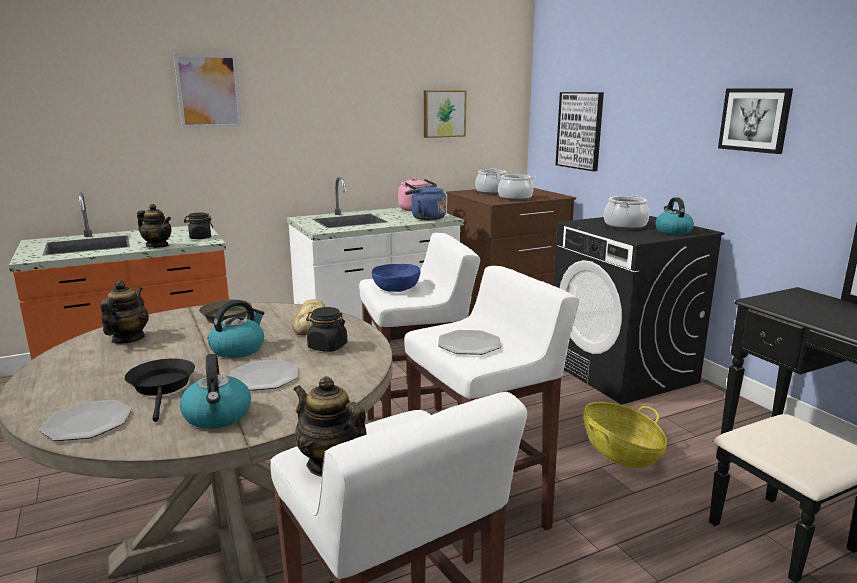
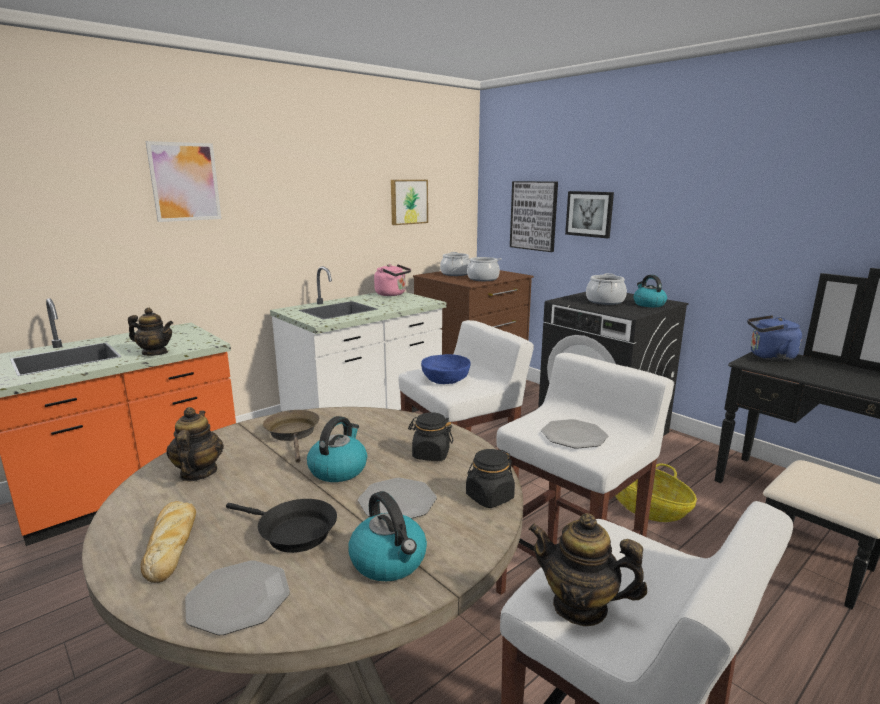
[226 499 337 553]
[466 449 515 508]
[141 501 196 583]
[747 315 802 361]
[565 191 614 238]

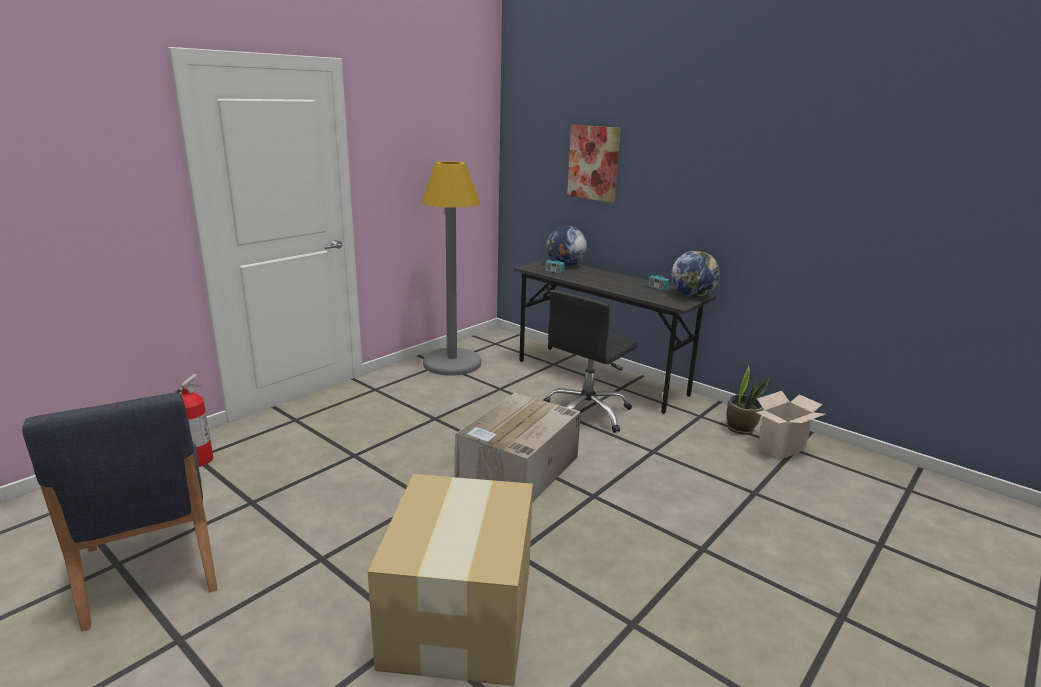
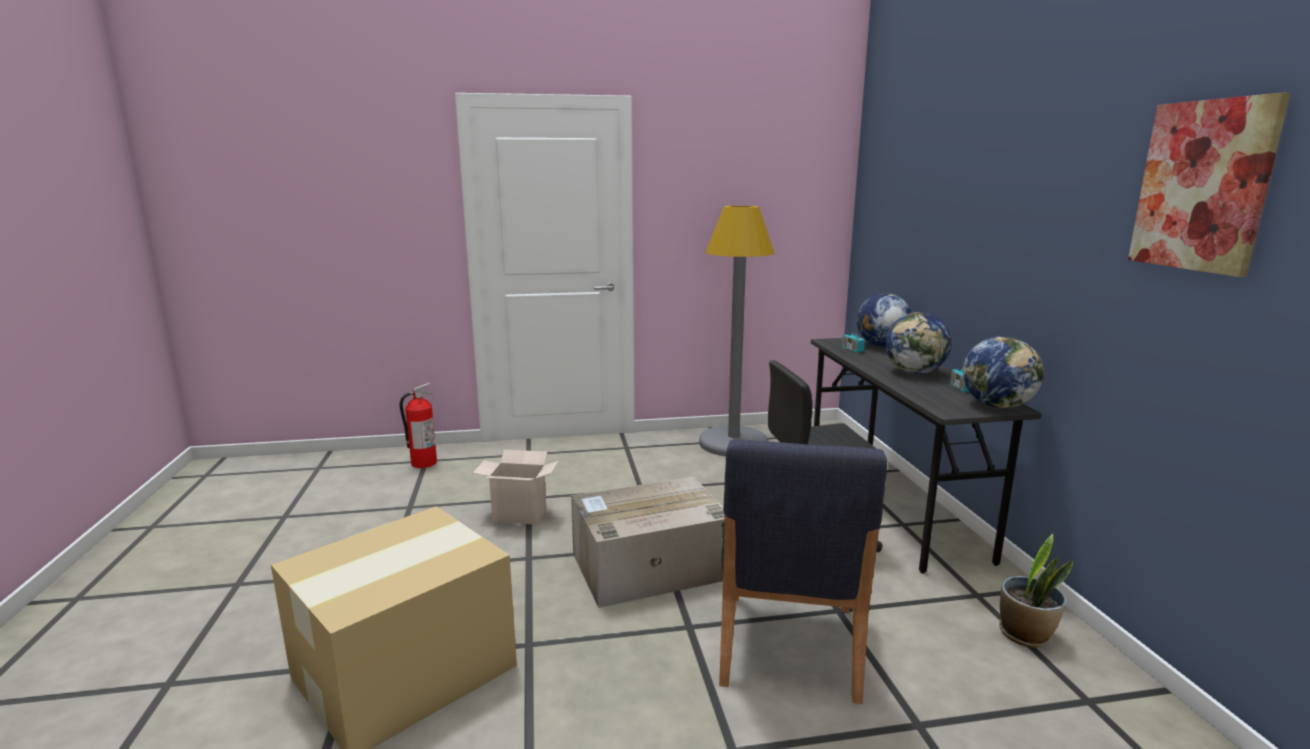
[719 440 887 704]
[1128 93 1290 277]
[473 450 559 525]
[886 312 951 374]

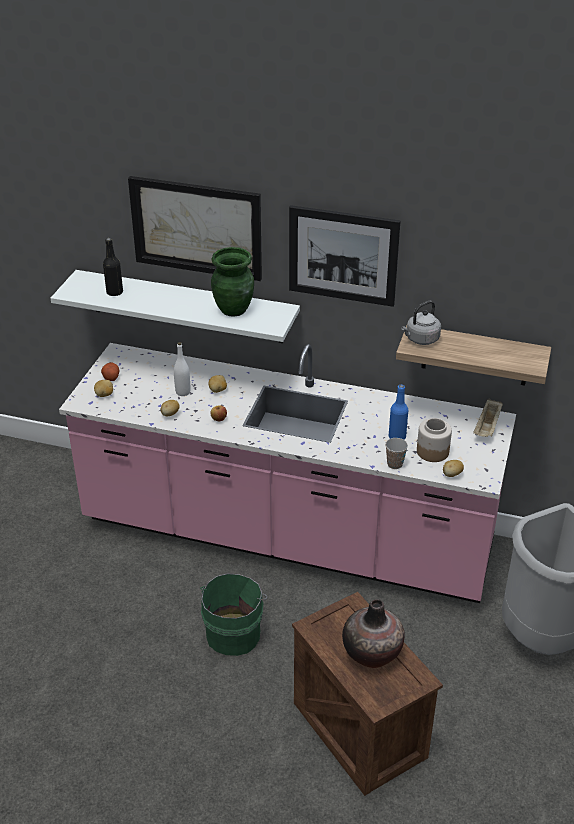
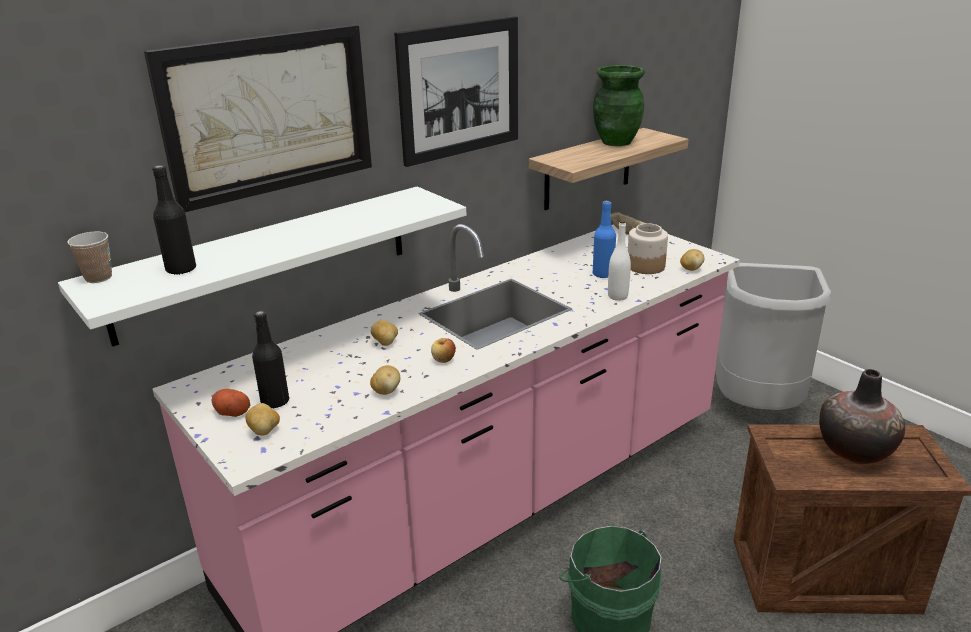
[608 220 631 301]
[593 65 645 146]
[67 232 112 283]
[401 301 441 345] (first image)
[252 311 289 409]

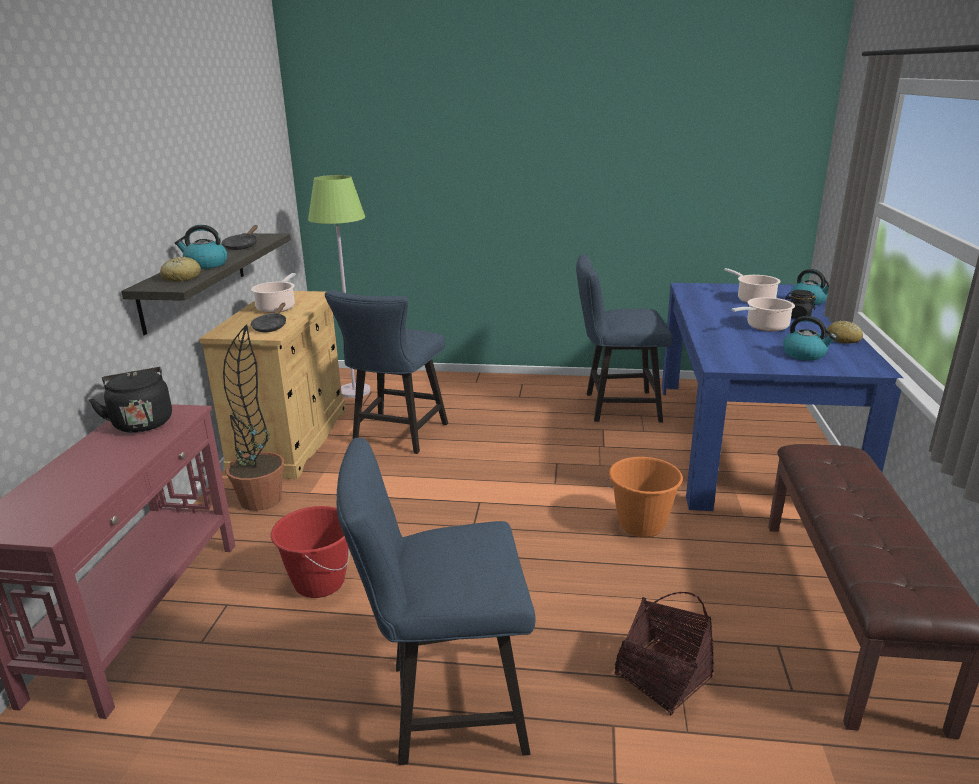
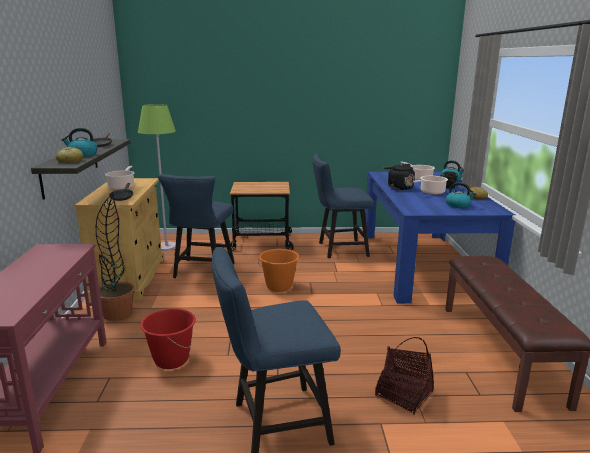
[384 164 415 190]
[258 249 299 292]
[230 182 294 251]

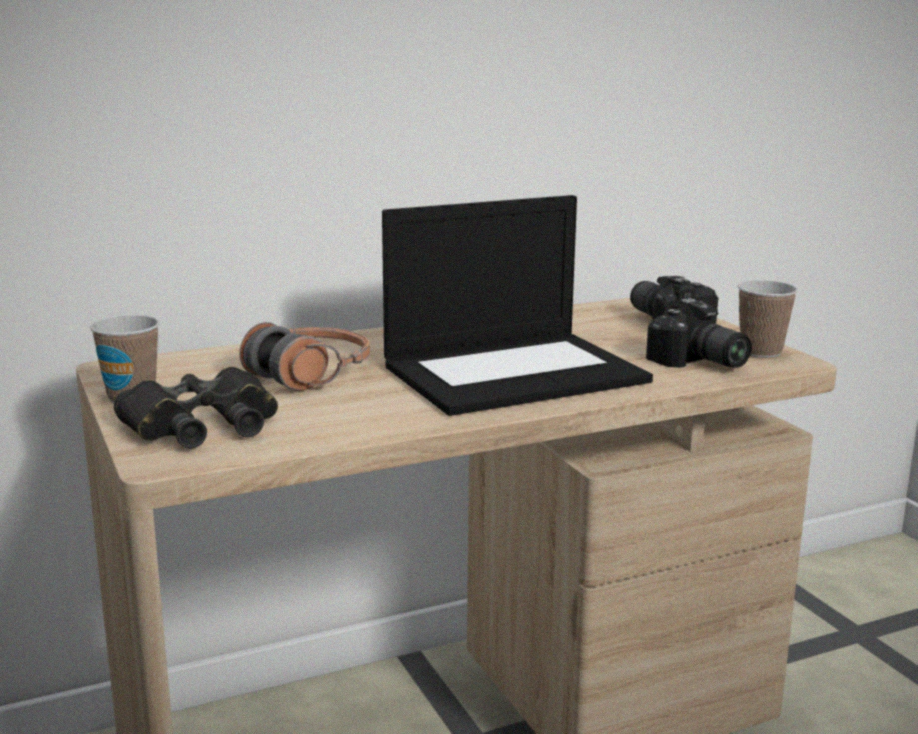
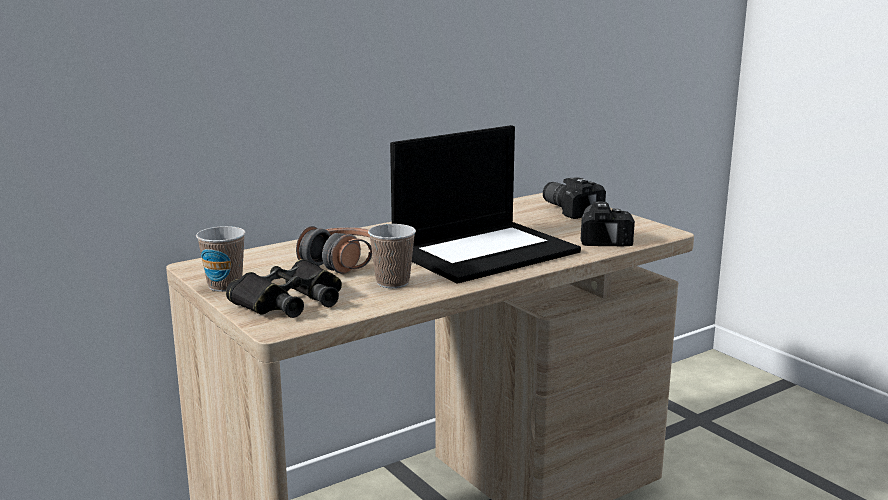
[581 201 635 246]
[368 224 416 288]

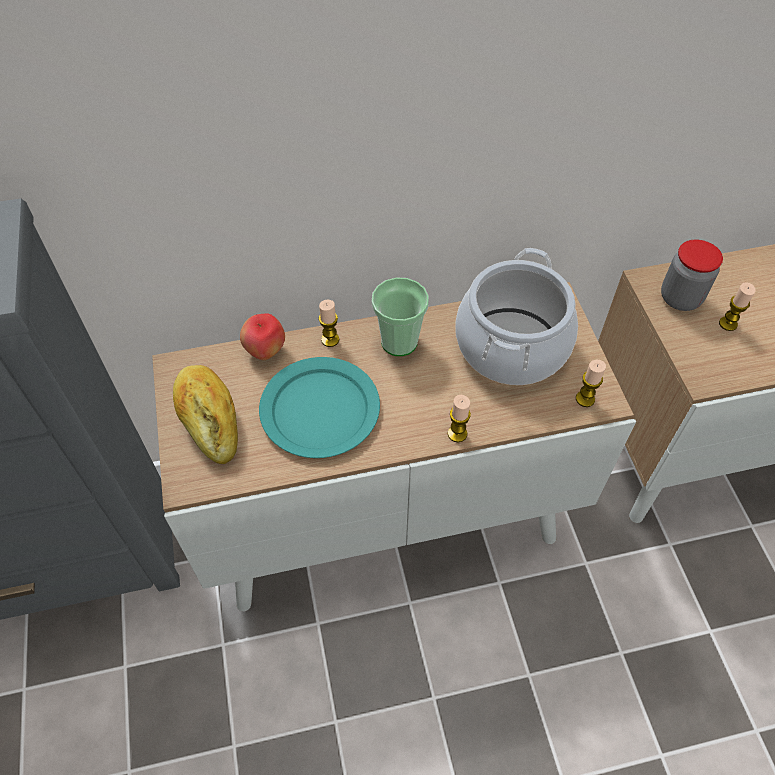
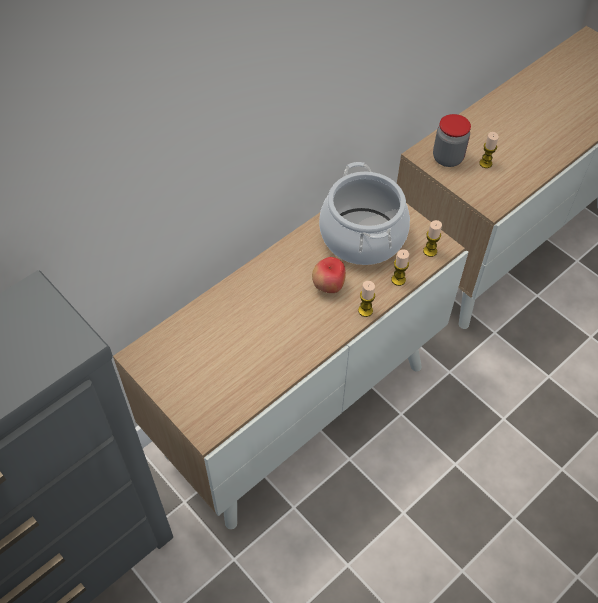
[173 365 238 464] (first image)
[312 257 346 293]
[259 357 380 458] (first image)
[391 249 409 286]
[372 278 429 356] (first image)

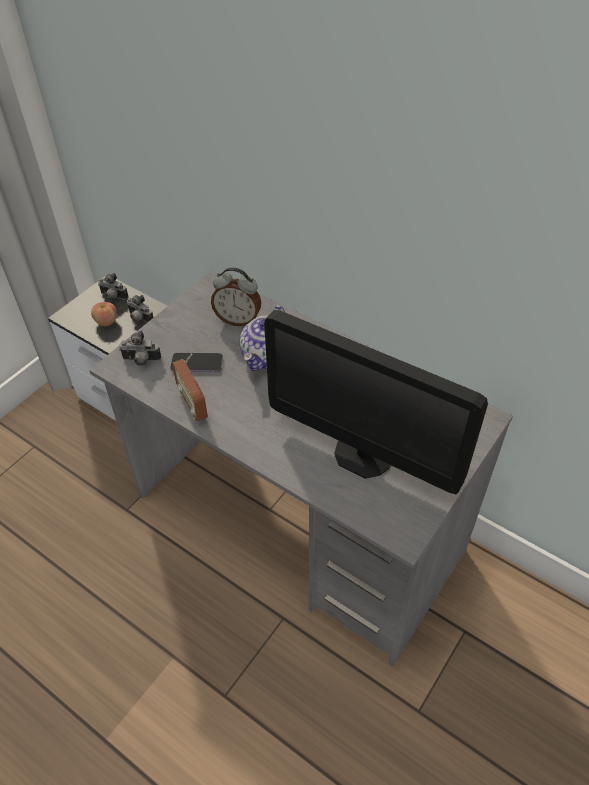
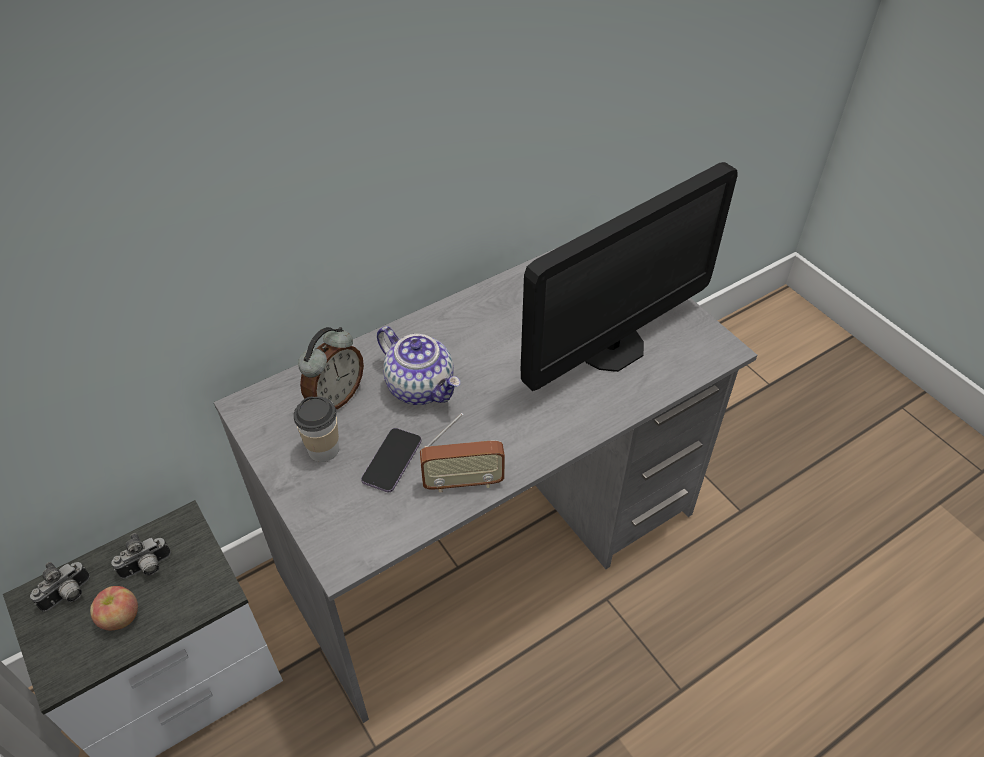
[119 331 161 366] (first image)
[294 397 339 462]

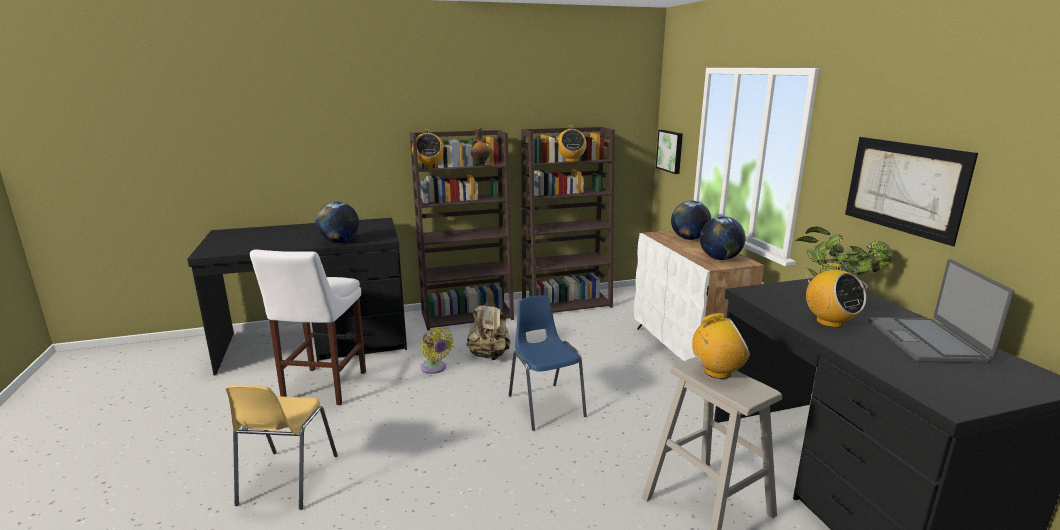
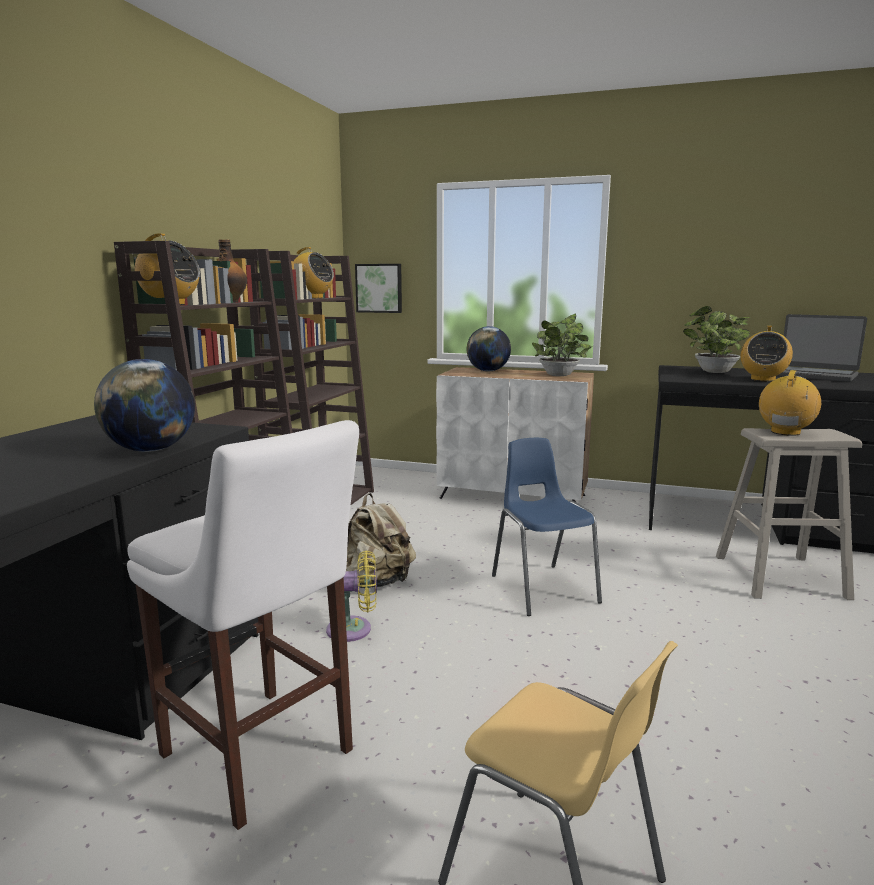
[492 438 602 616]
[532 313 592 376]
[741 326 793 381]
[845 137 978 246] (first image)

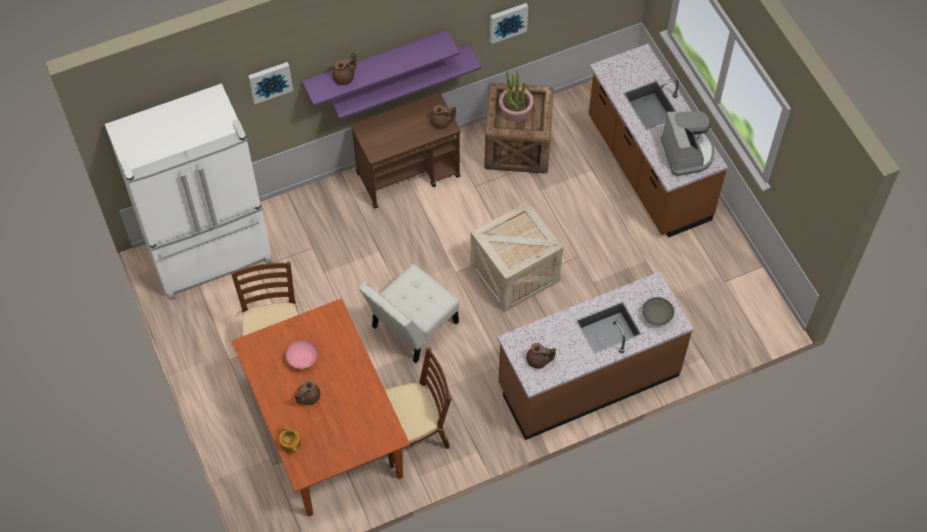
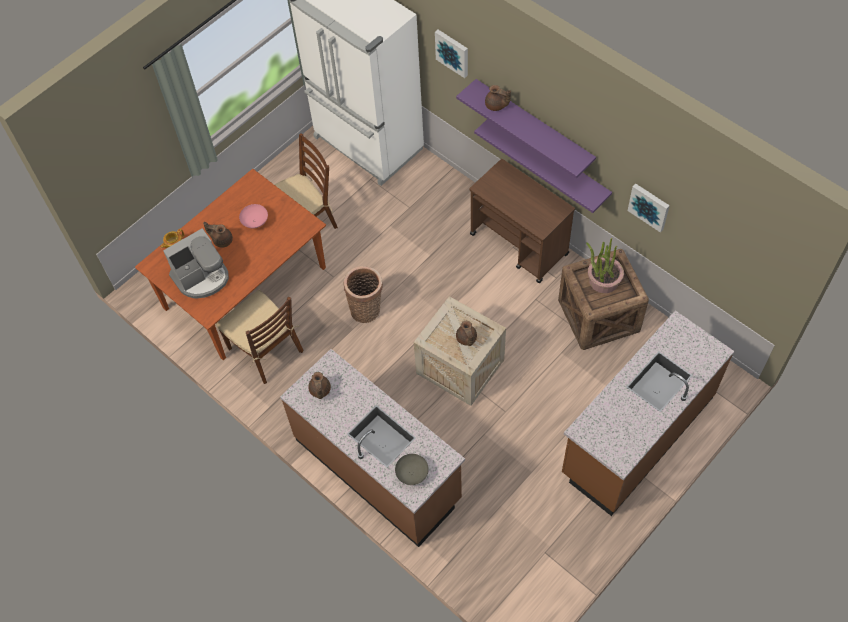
[343 266 383 323]
[456 321 477 346]
[163 228 229 299]

